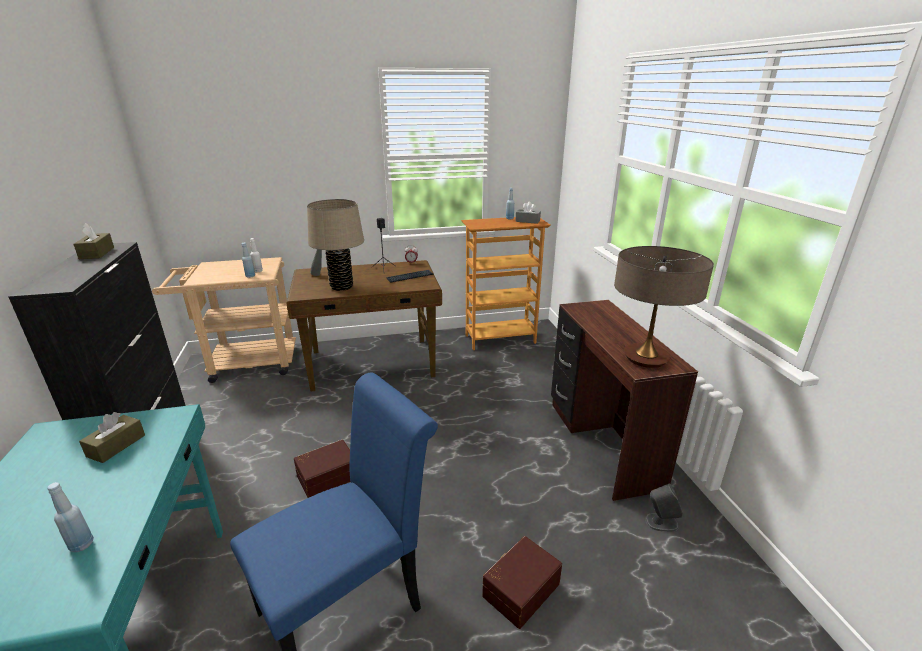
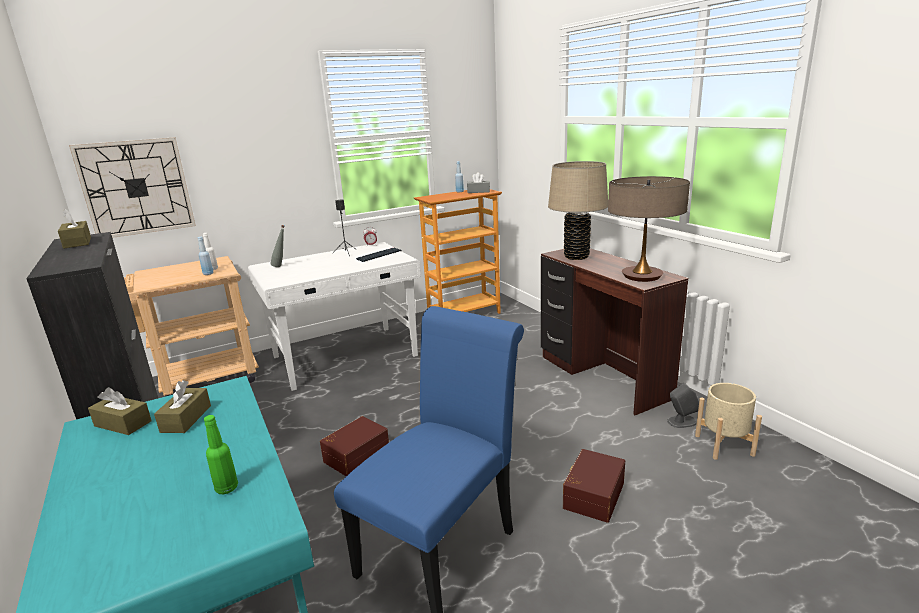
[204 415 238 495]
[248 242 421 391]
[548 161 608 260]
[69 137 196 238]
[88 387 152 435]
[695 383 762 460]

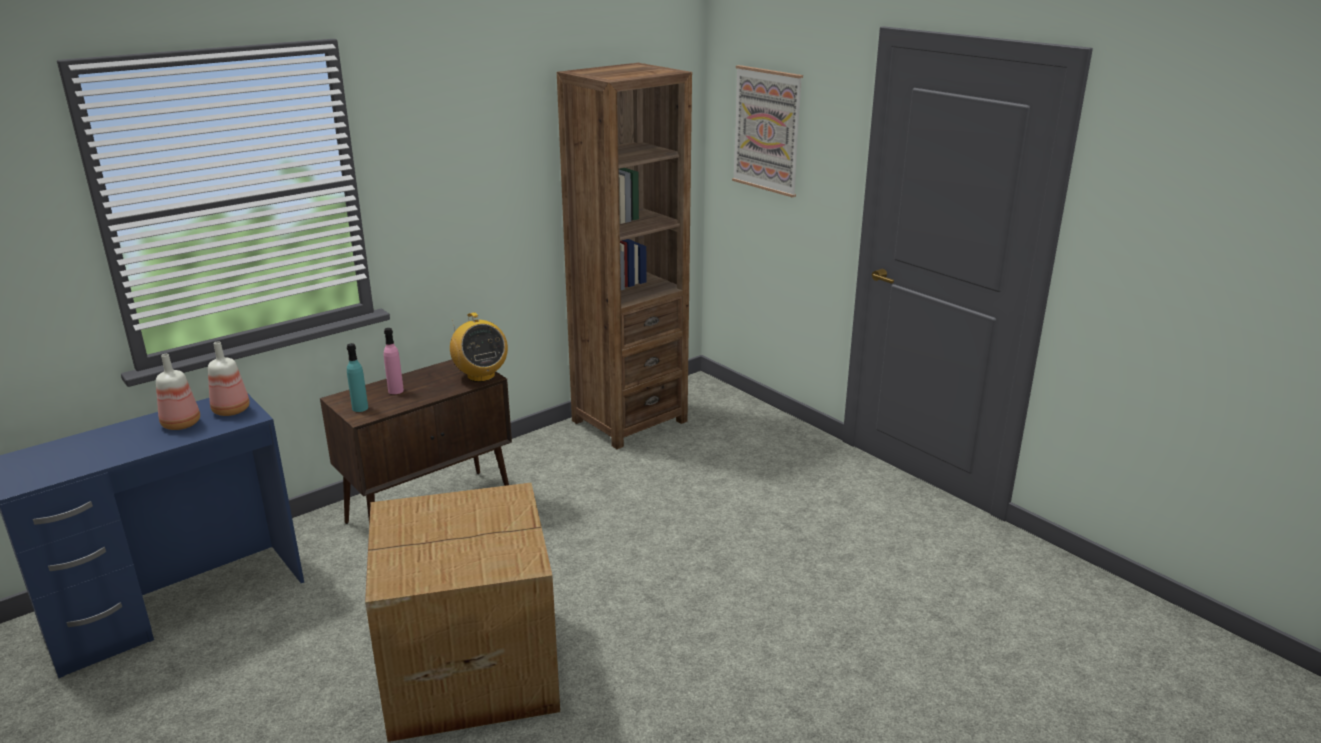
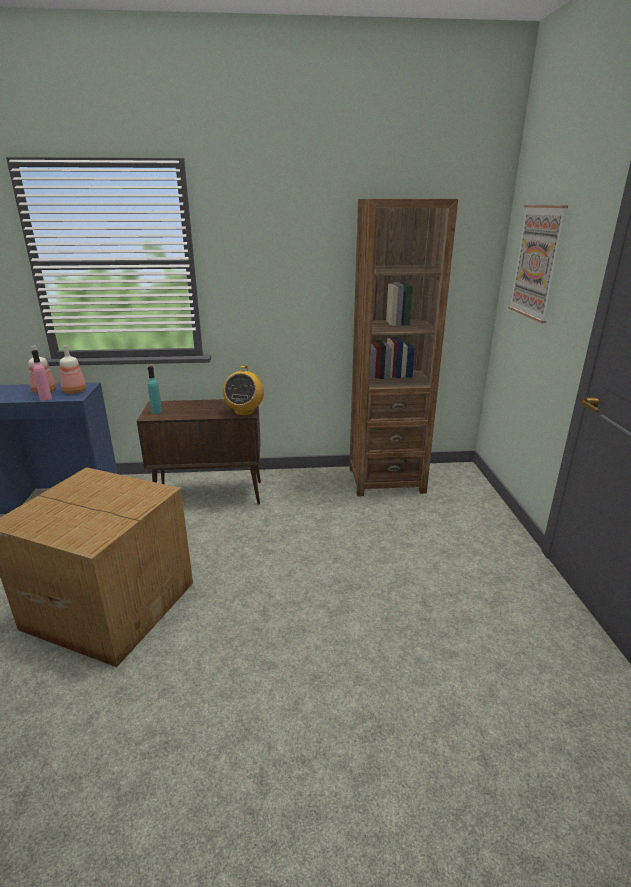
[31 350 52 401]

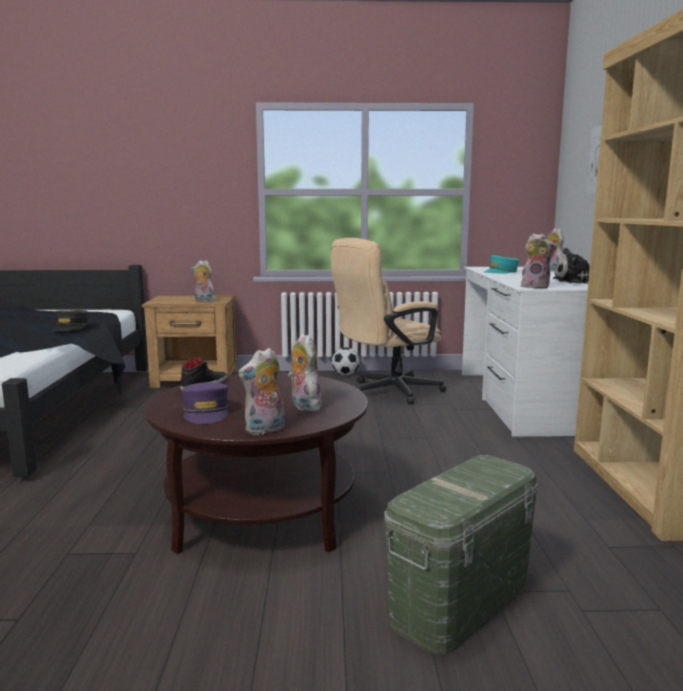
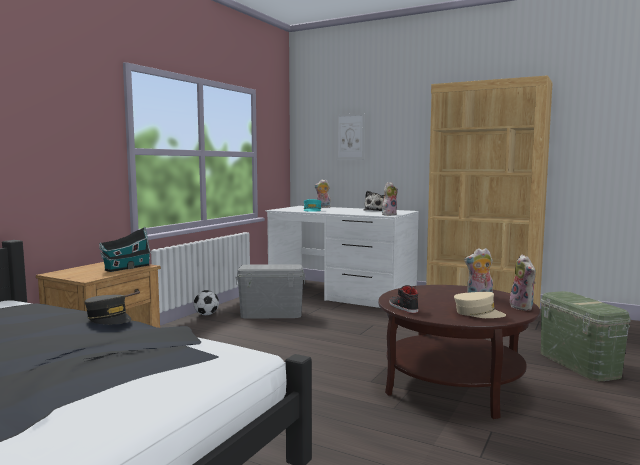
[454 292 506 318]
[99 227 151 272]
[235 264 305 319]

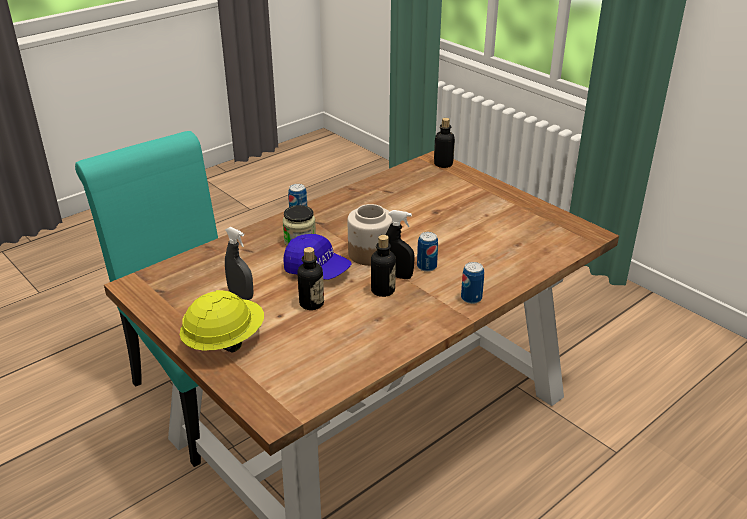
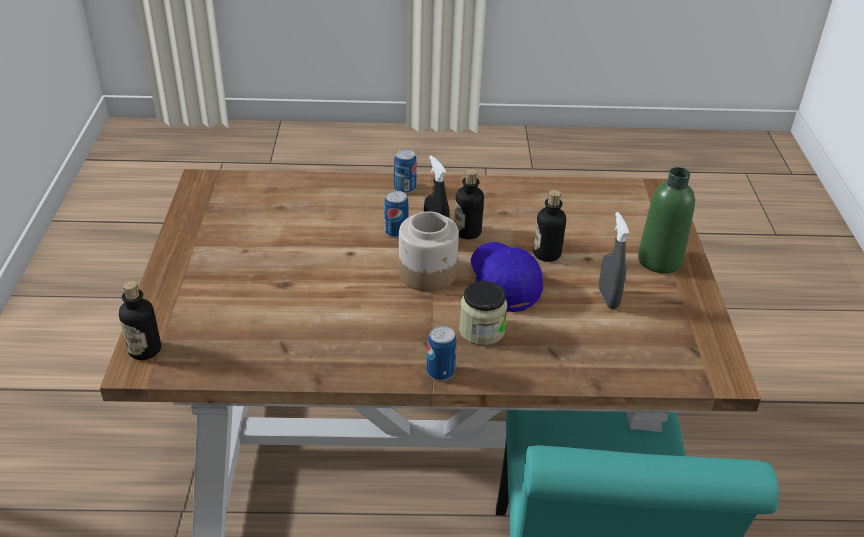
[638 167 695 274]

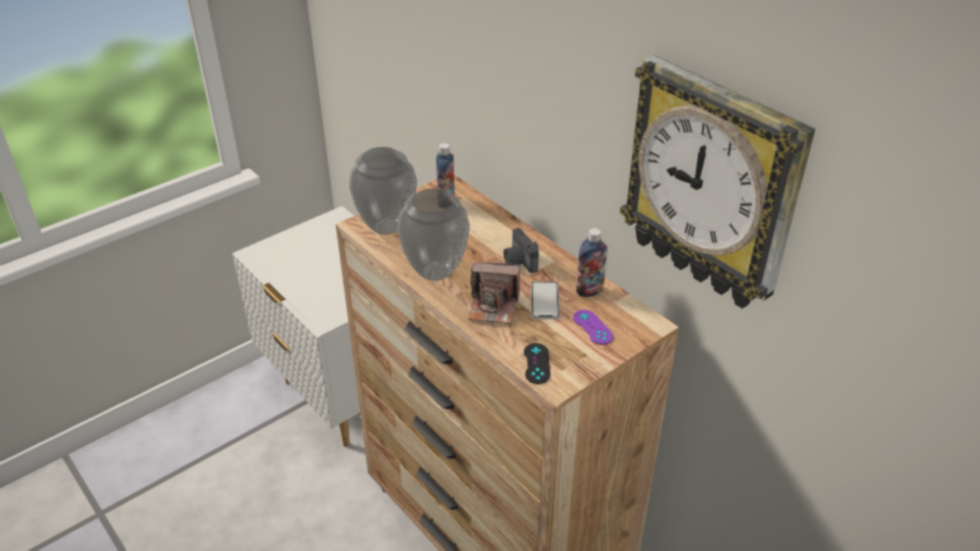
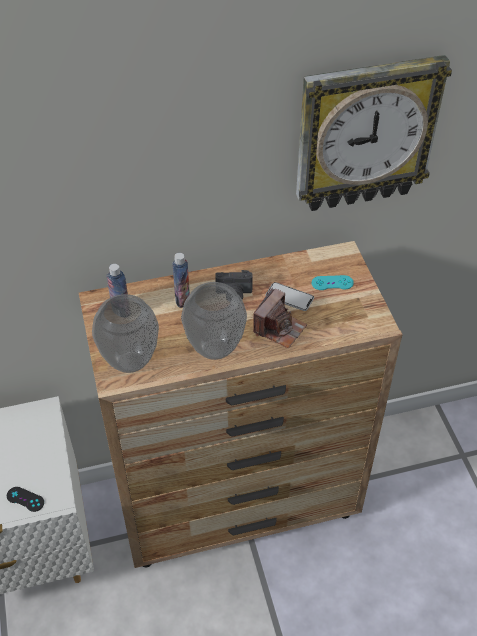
[7 487 44 512]
[312 275 354 290]
[172 253 190 308]

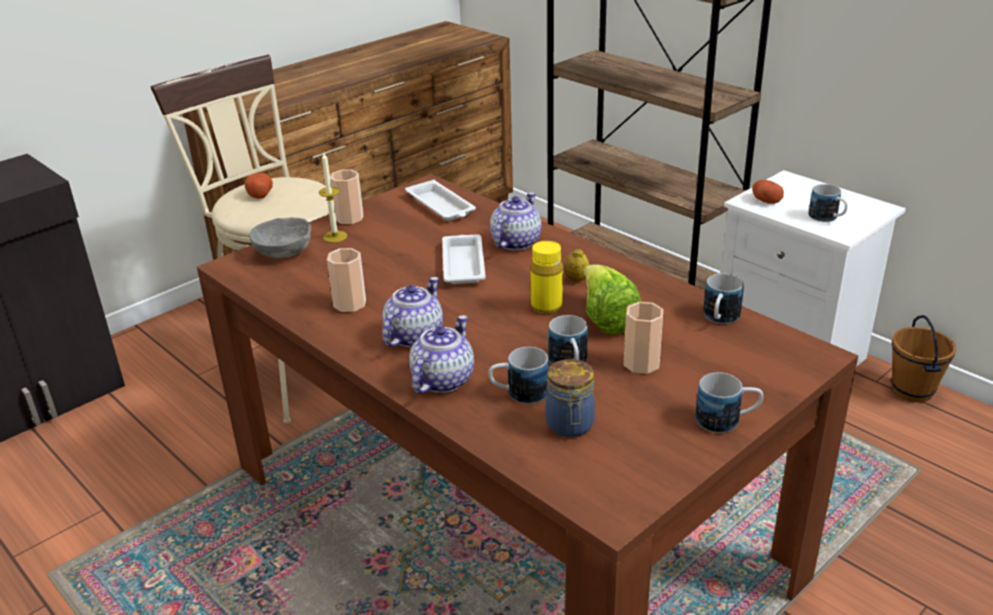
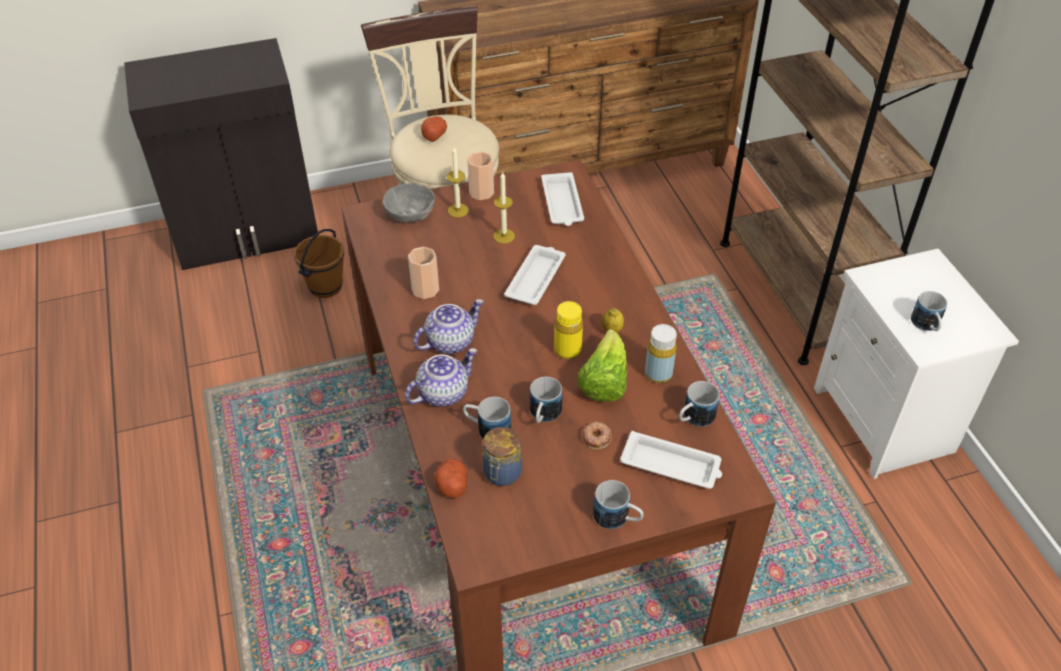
[490 193 542 250] (first image)
[582 421 612 450]
[434 459 468 498]
[294 229 344 298]
[493 172 515 244]
[620 431 722 489]
[645 324 677 383]

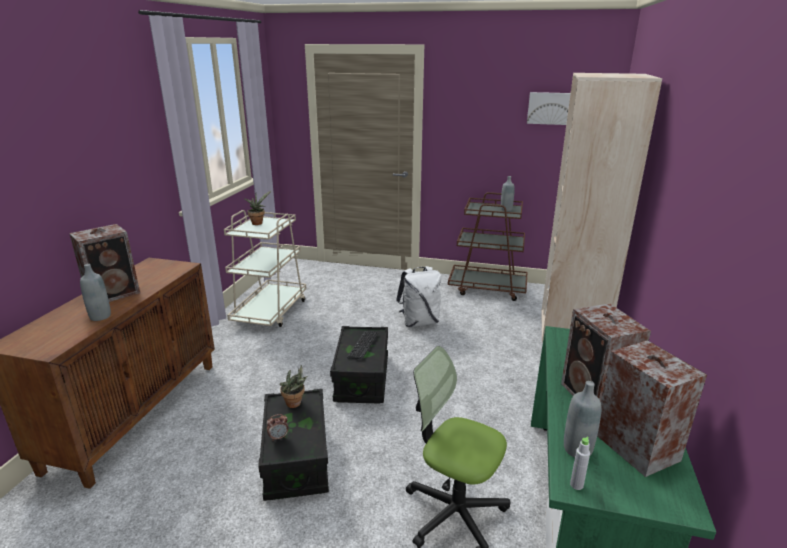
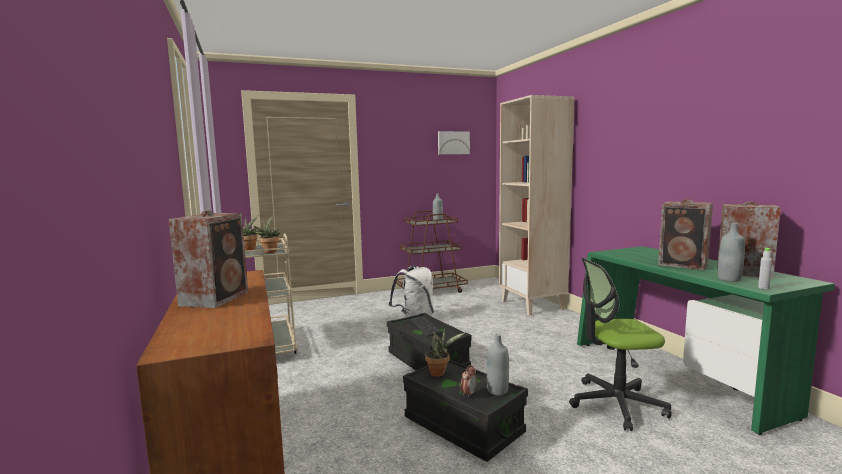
[487 334 509 396]
[254 216 280 253]

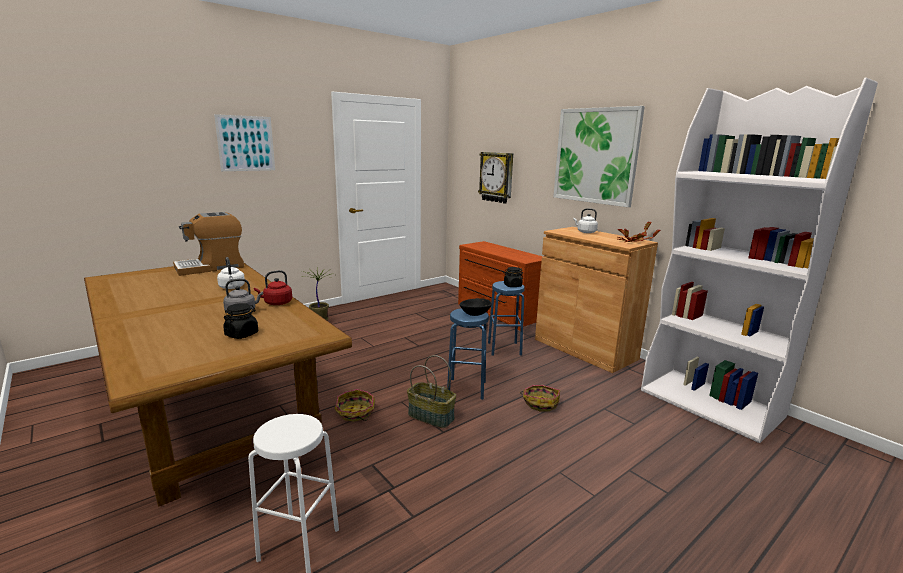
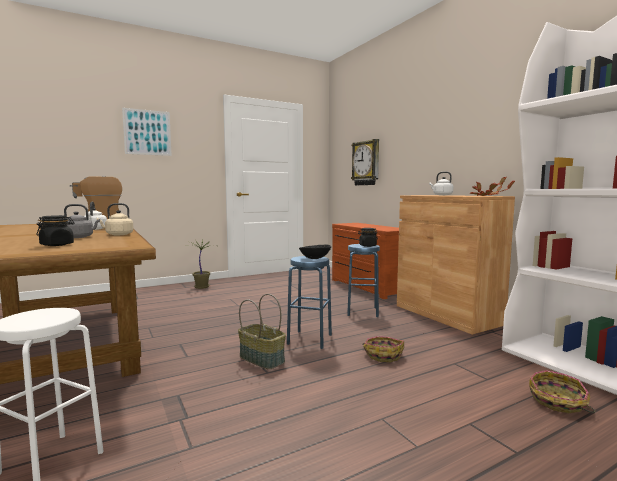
[97 203 134 235]
[529 370 595 413]
[553 106 645 207] (first image)

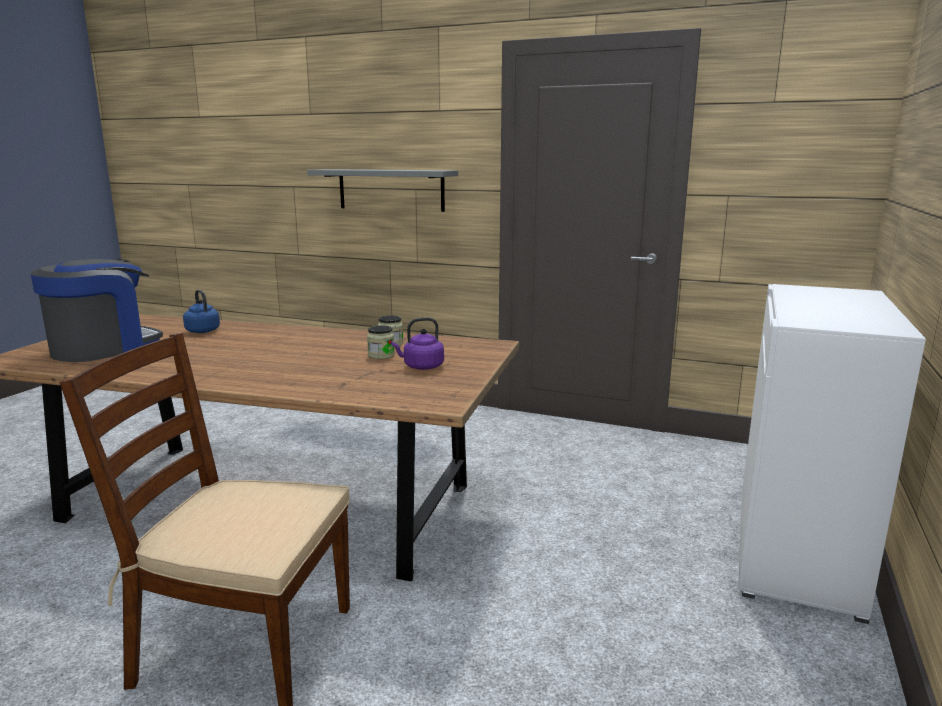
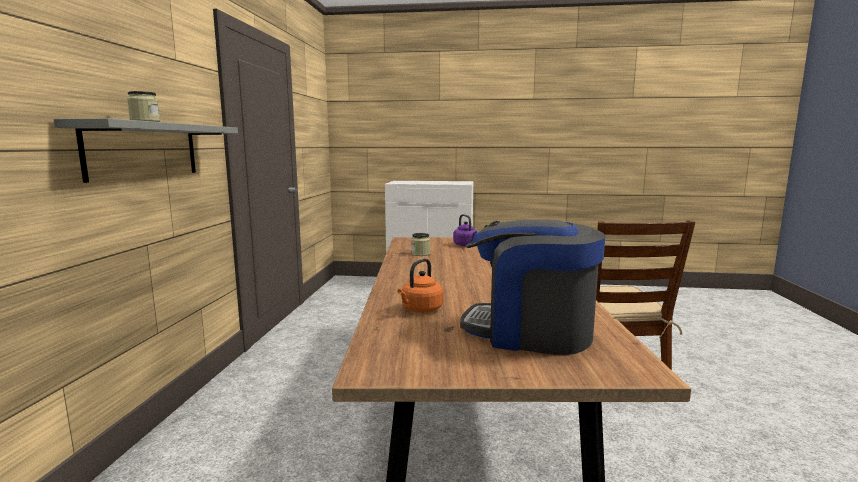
[397 258 443 313]
[127 91 160 122]

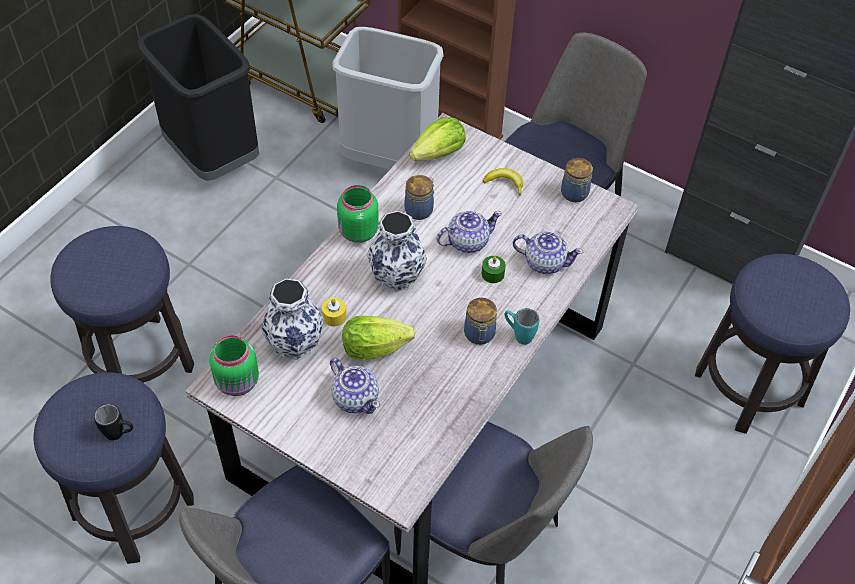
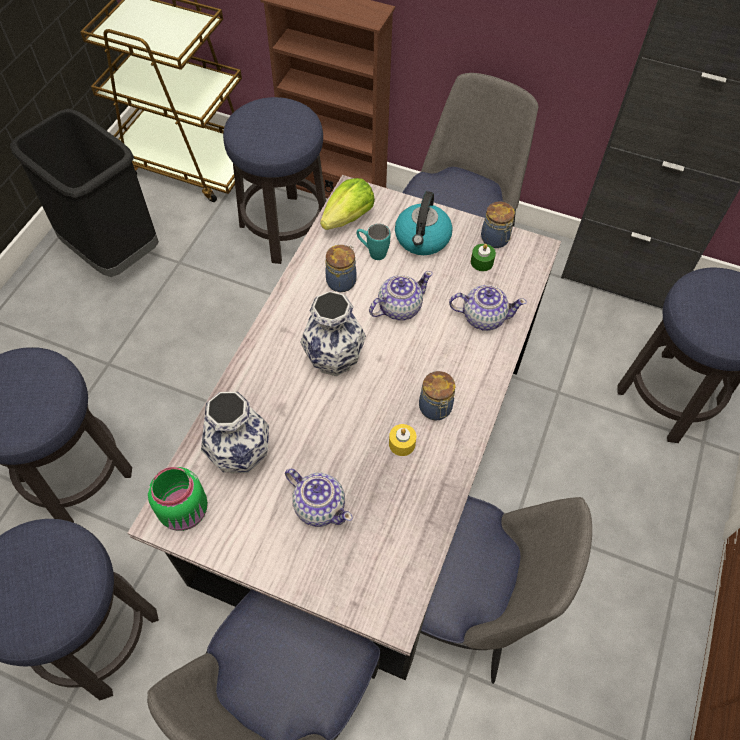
[94 404 133 441] (first image)
[389 424 416 456]
[223 97 326 264]
[337 185 379 243] (first image)
[342 316 415 360] (first image)
[471 244 496 271]
[395 191 453 255]
[357 224 390 260]

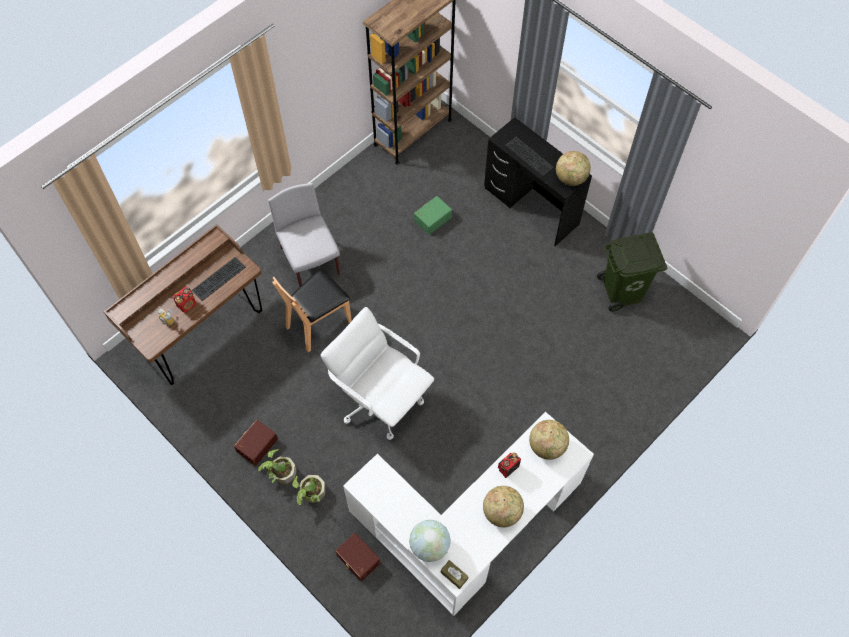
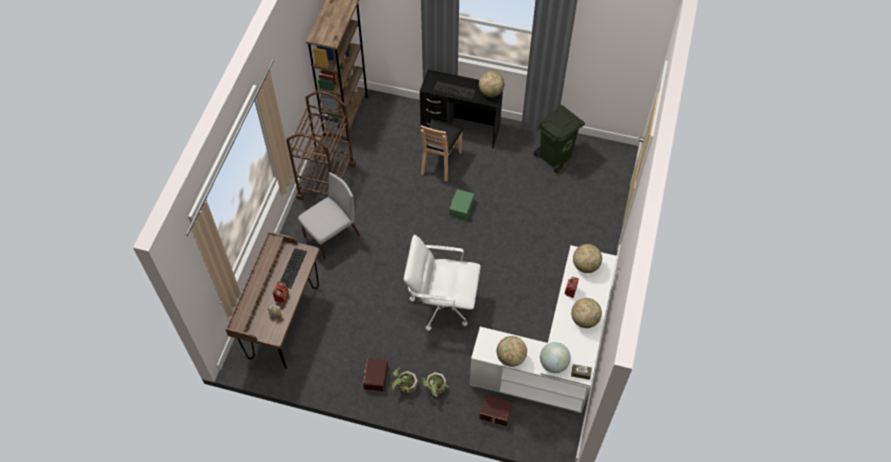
[298 172 360 259]
[420 119 463 181]
[449 189 474 220]
[286 91 356 200]
[497 336 527 367]

